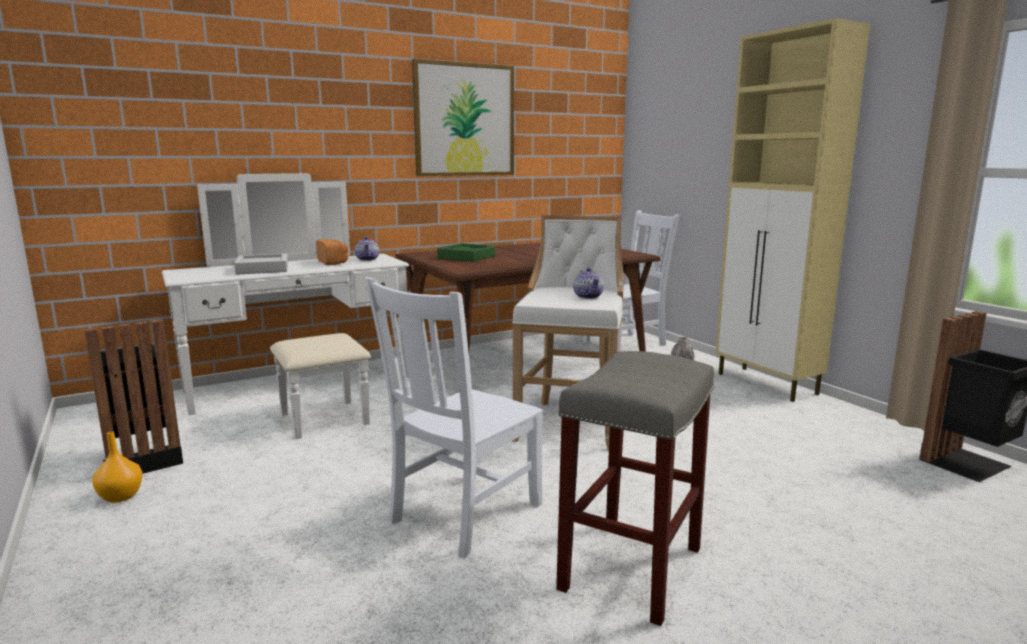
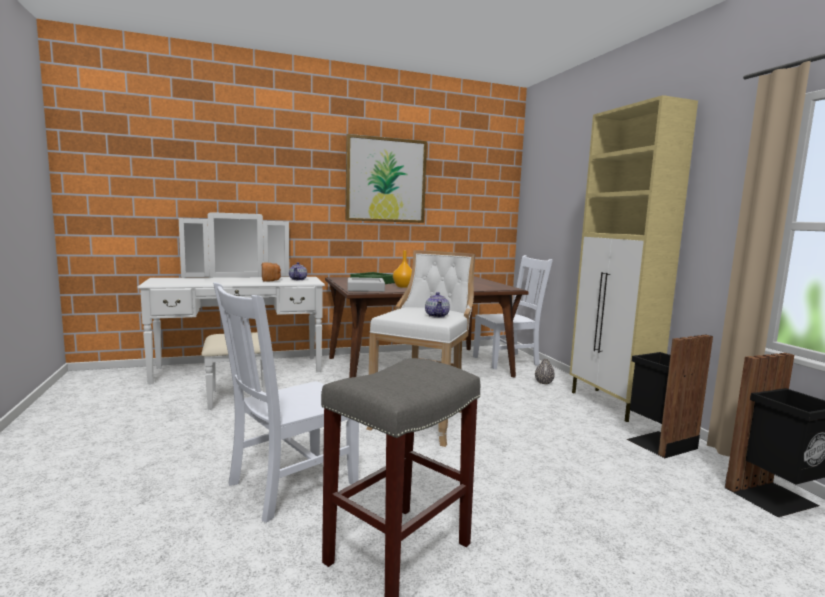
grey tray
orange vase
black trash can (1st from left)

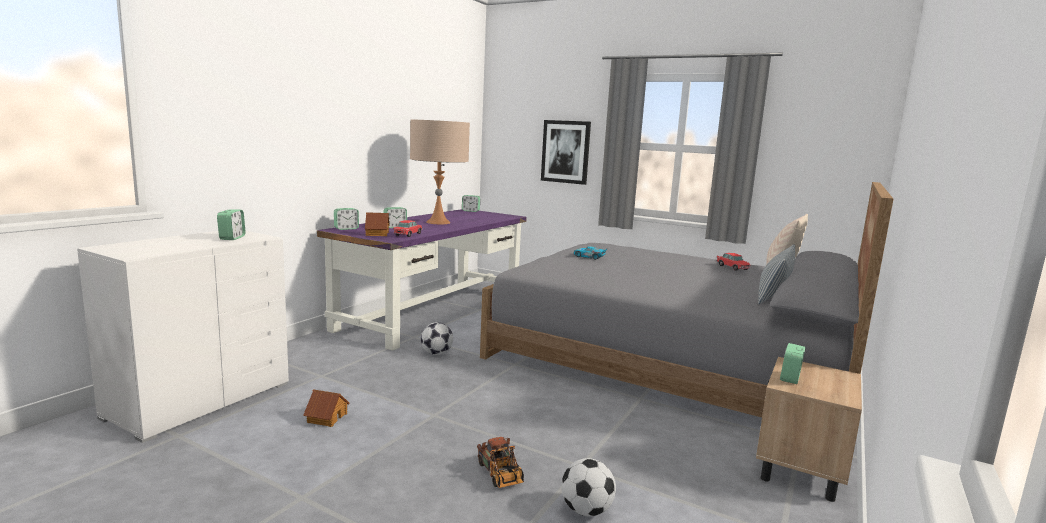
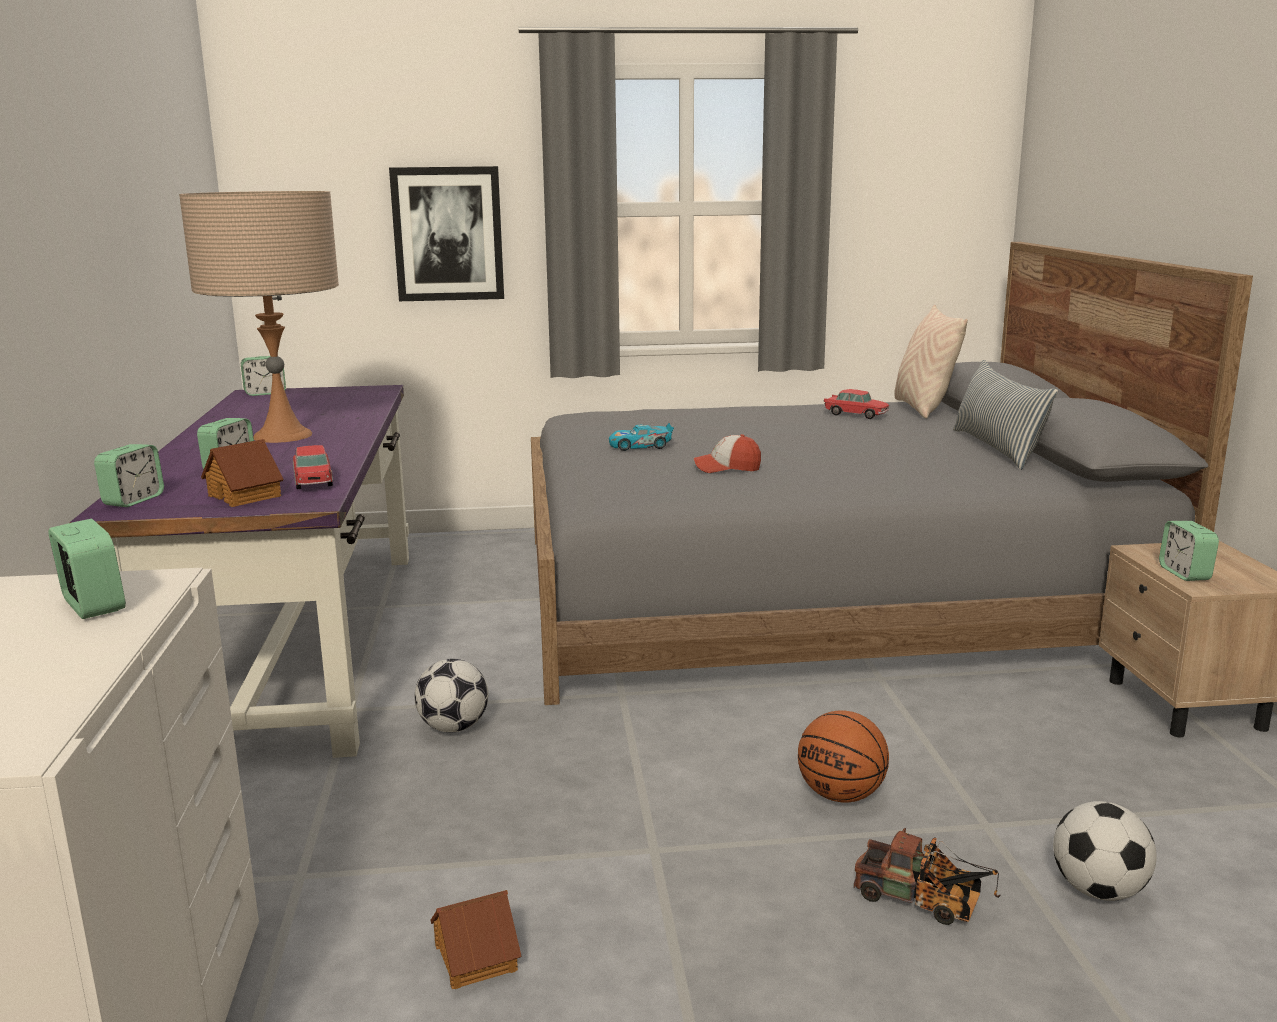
cap
basketball

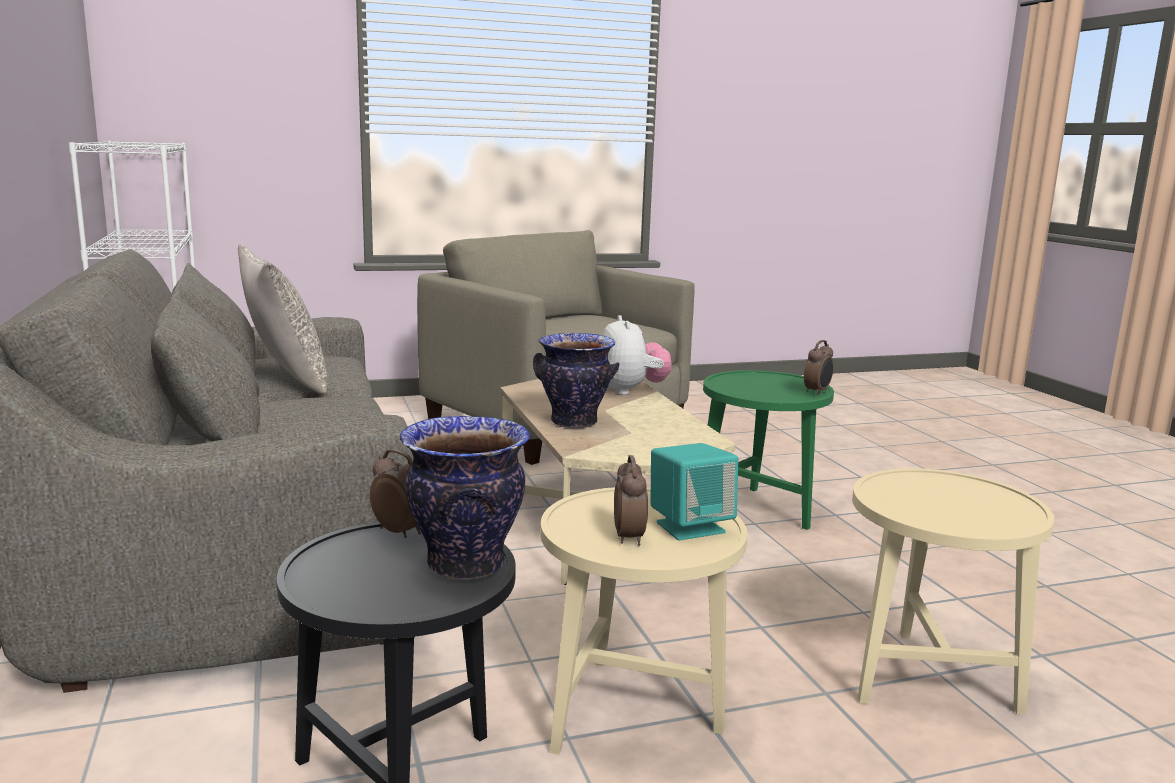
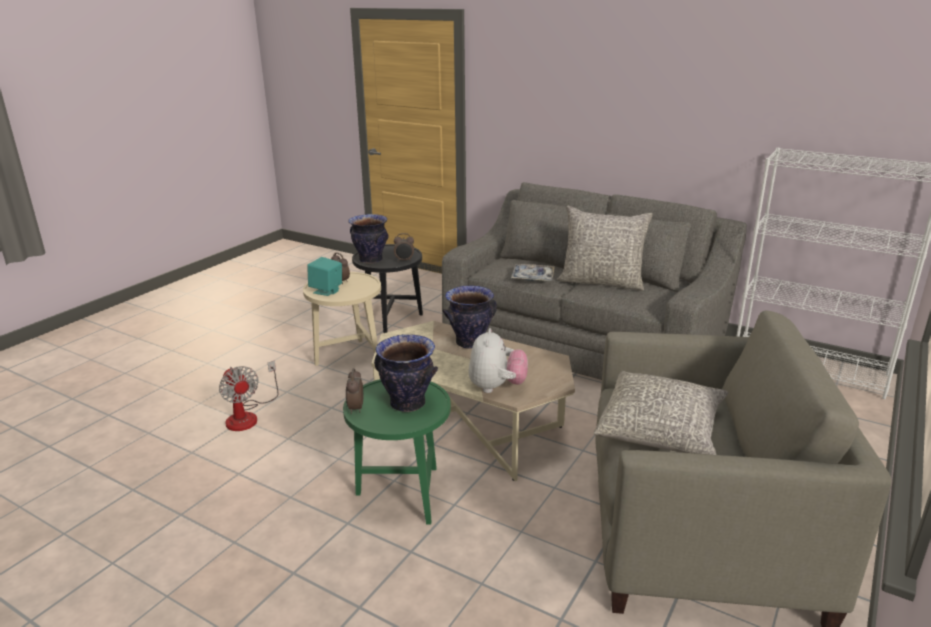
fan
vase (2nd from left)
plush toy
tray
grey pillow (2nd from left)

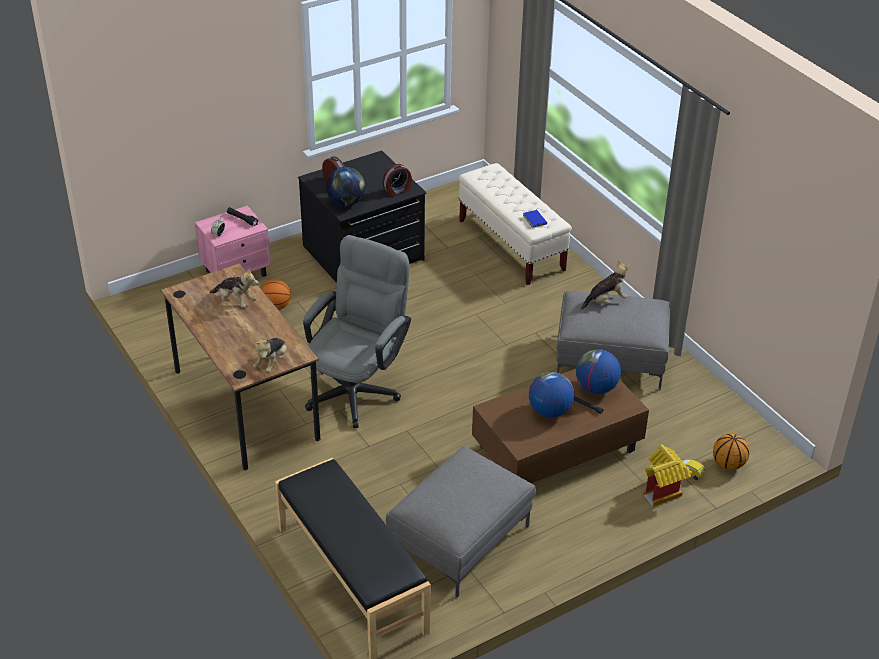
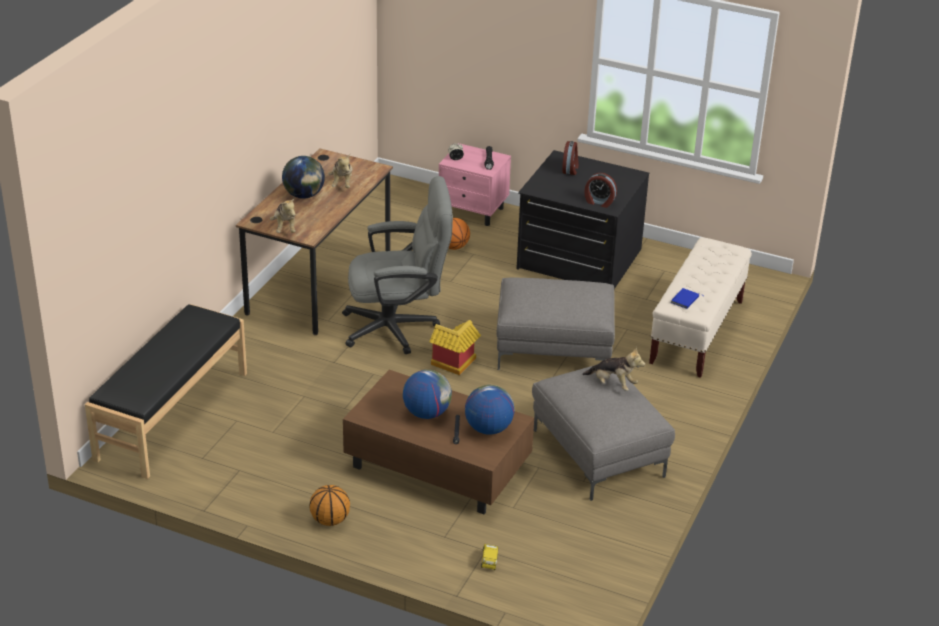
plush toy (1st from left)
globe (1st from left)
basketball (1st from left)
toy house
grey ottoman (1st from left)

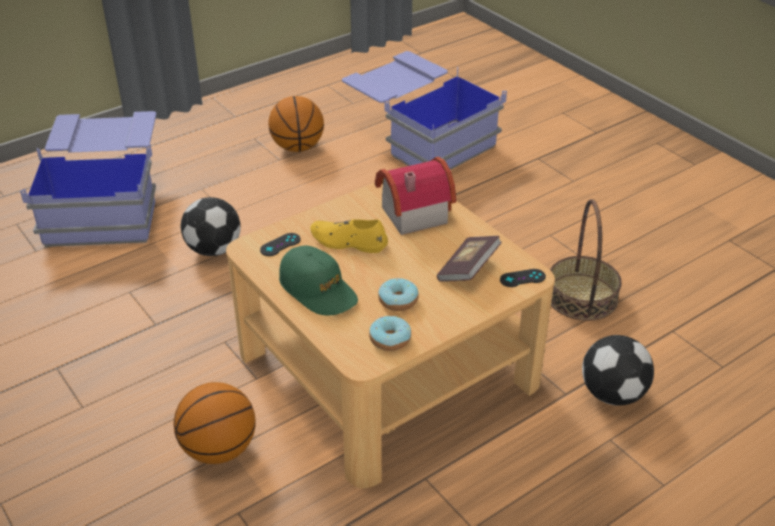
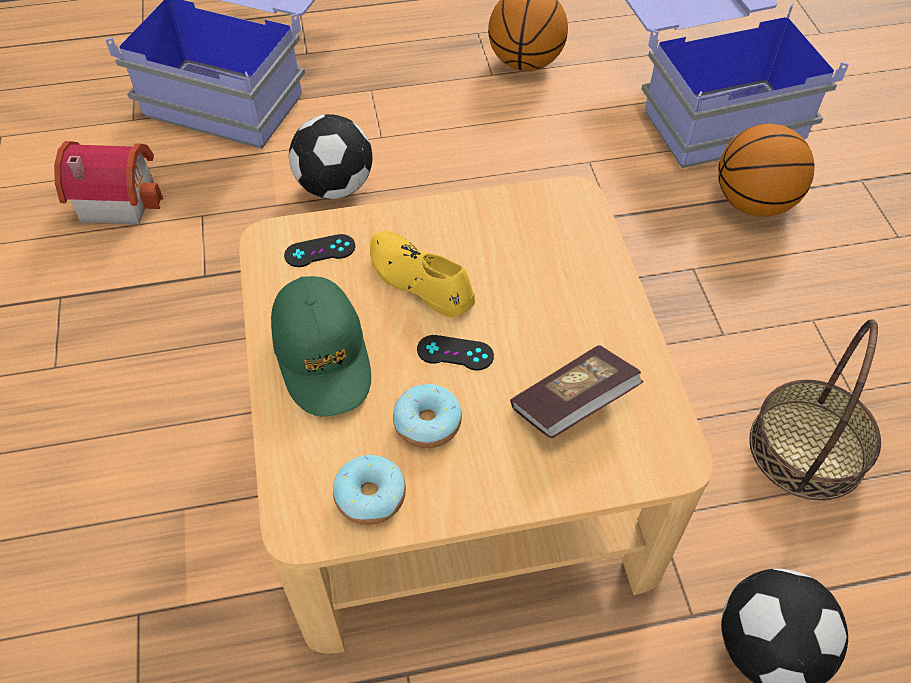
toy house
black game controller (2nd from left)
basketball (2nd from left)

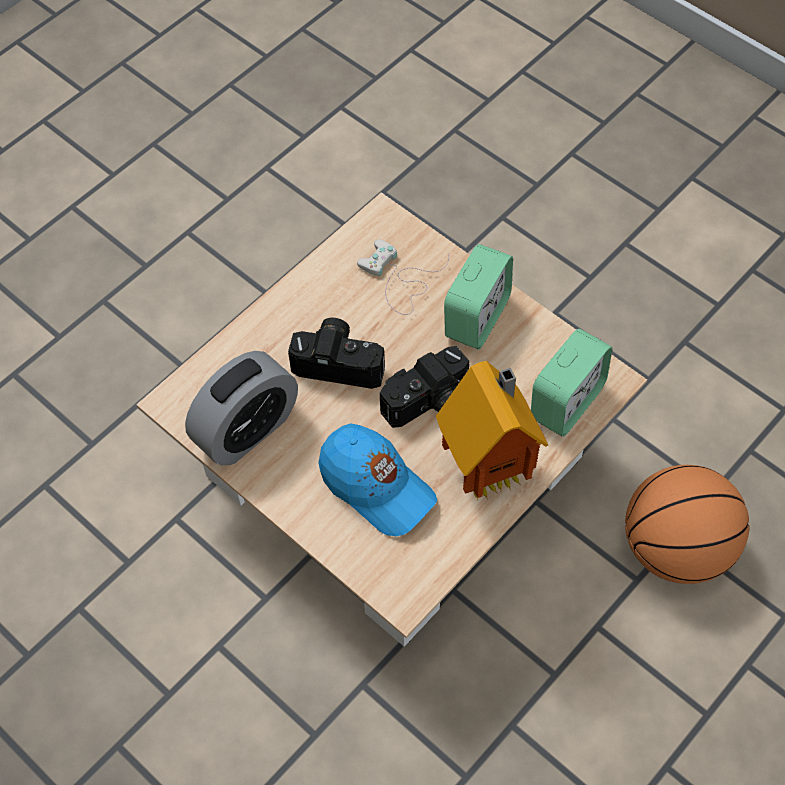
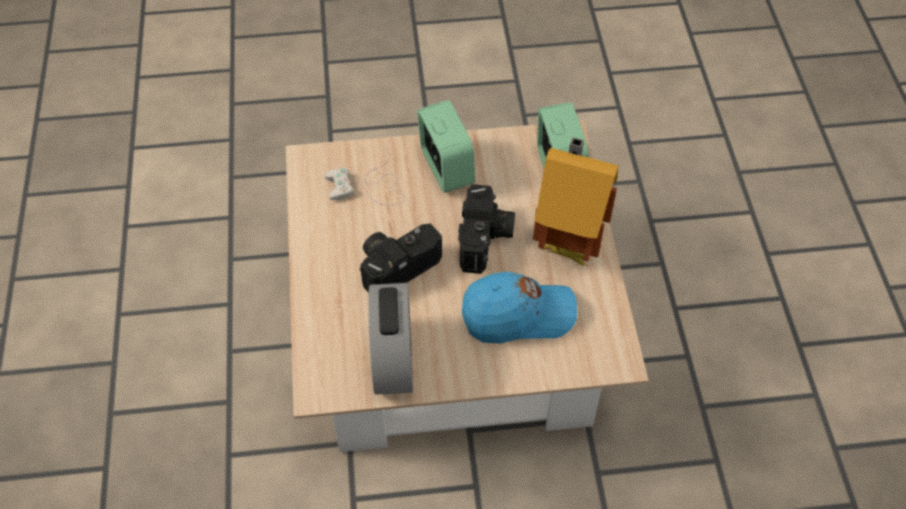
basketball

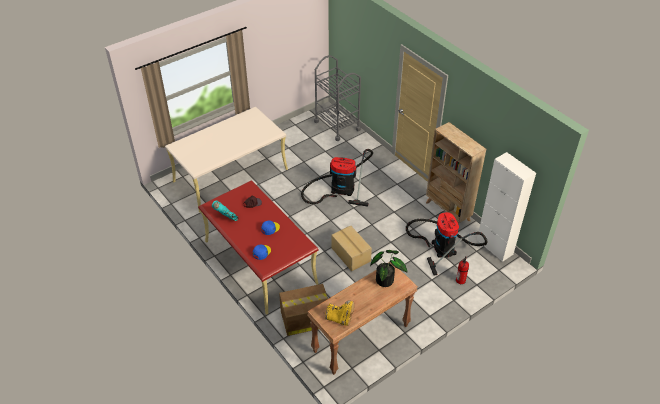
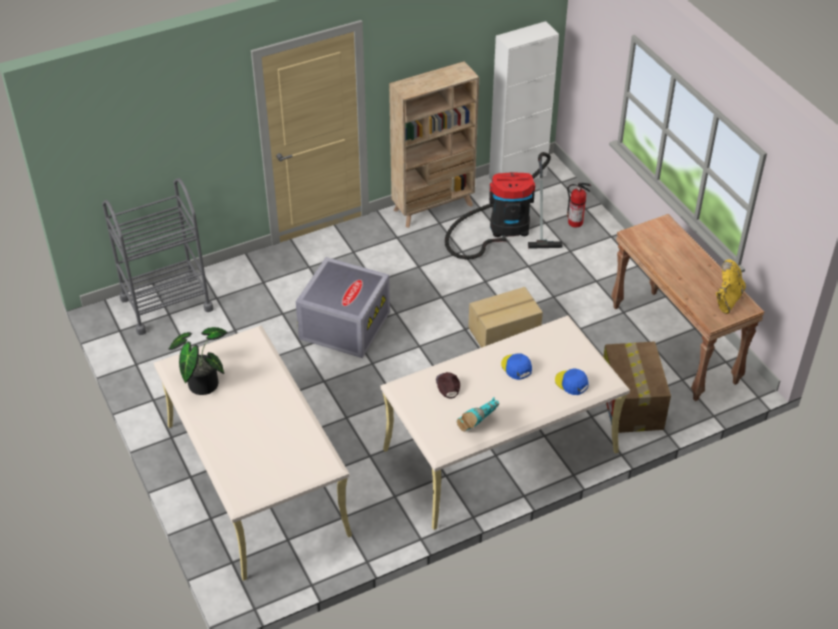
potted plant
grey storage box
beige desk (2nd from left)

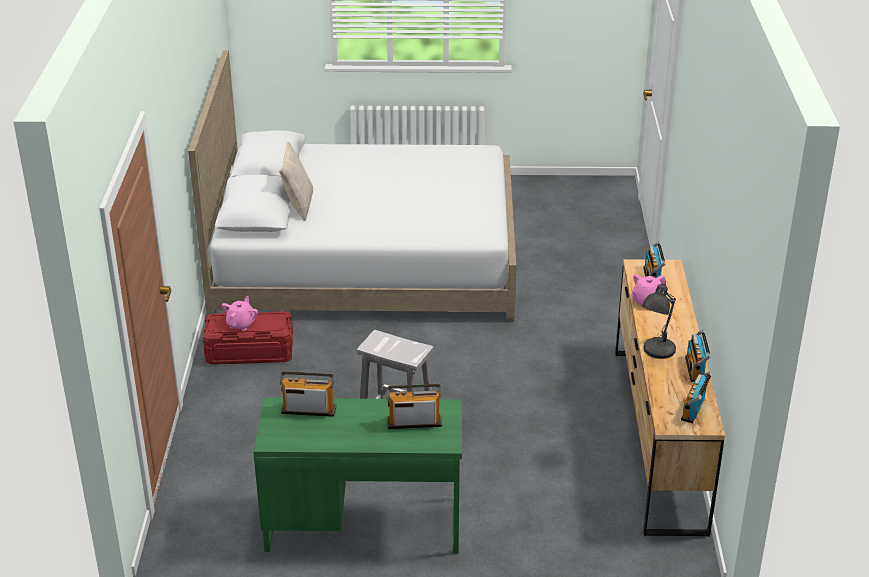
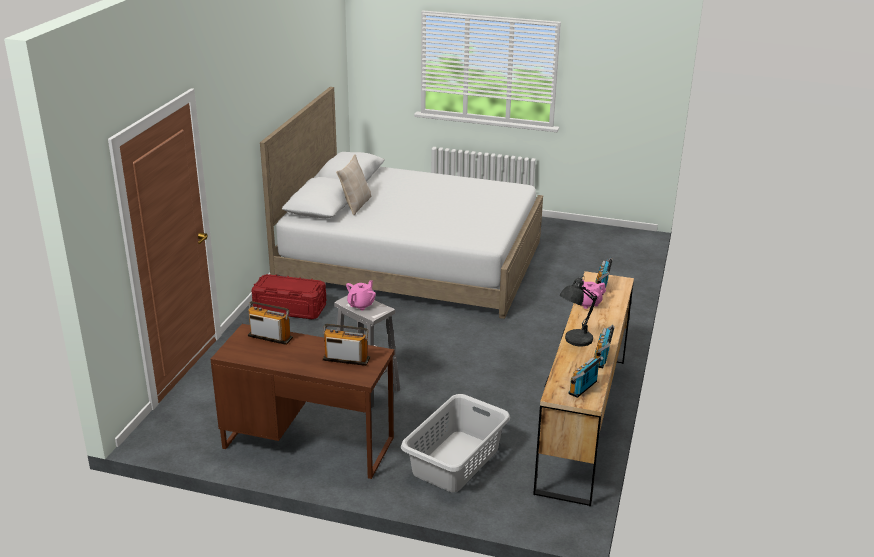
brown desk
pink teapot (1st from left)
grey laundry basket

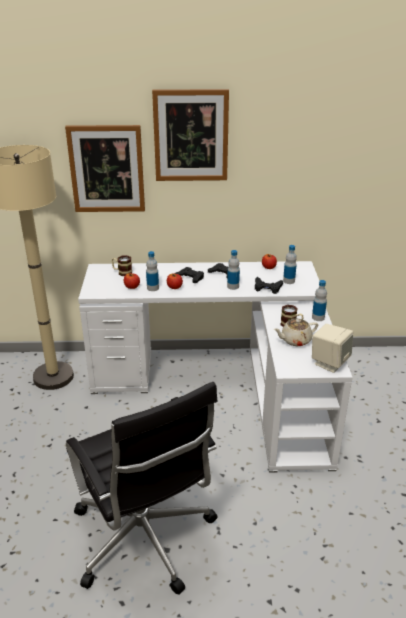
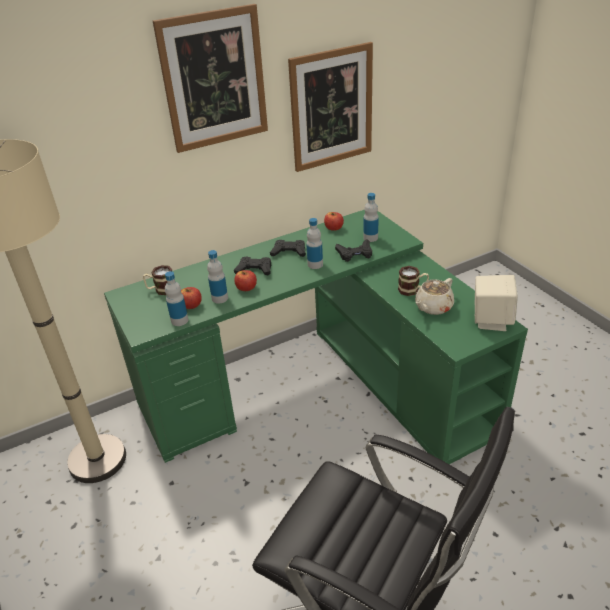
green desk
bottle (1st from left)
picture (2nd from left)

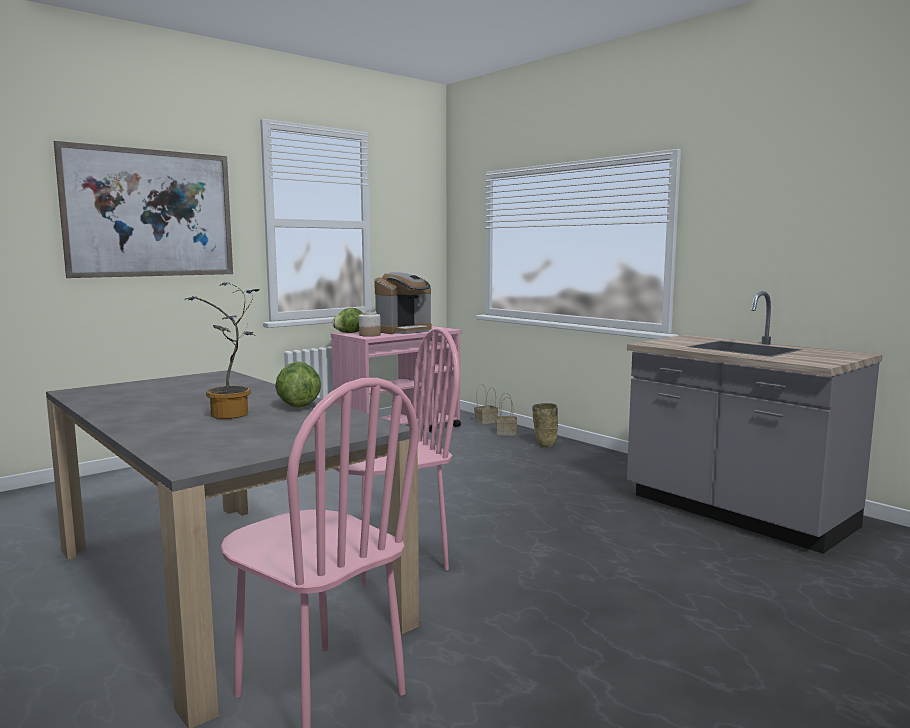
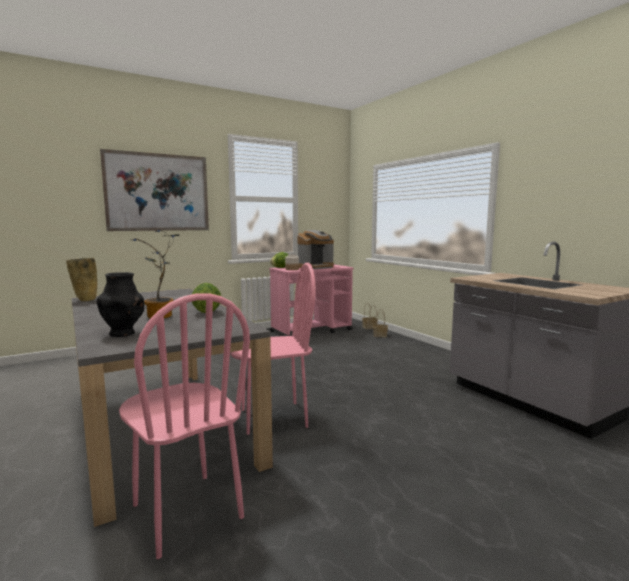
beige vase
black vase

